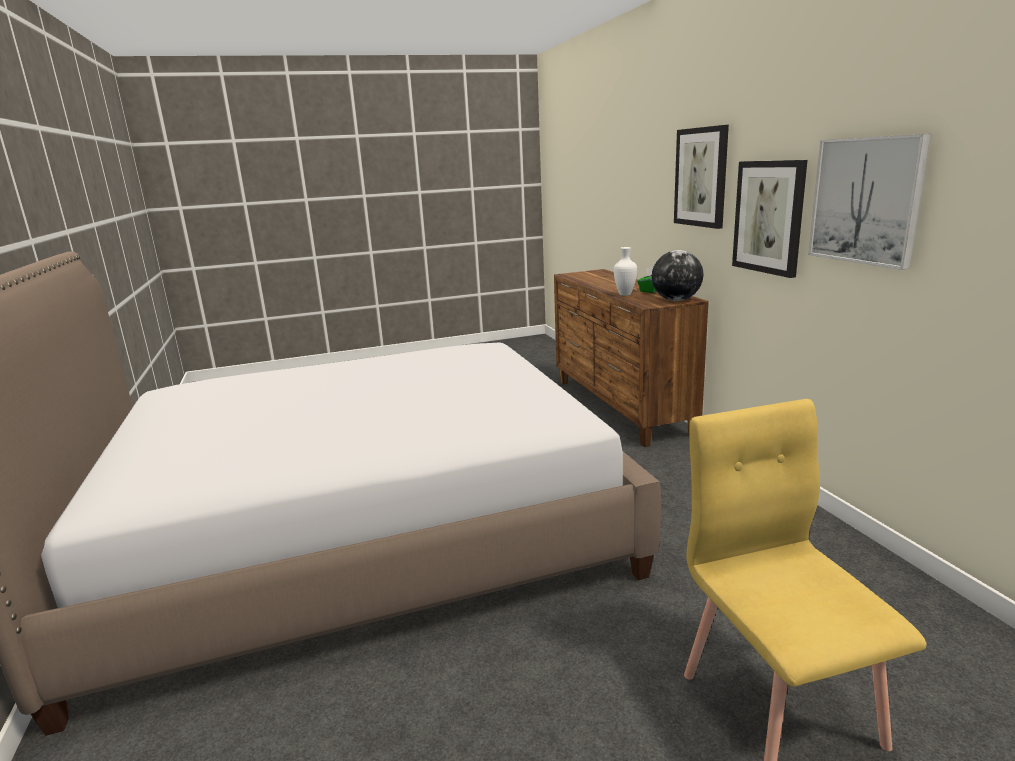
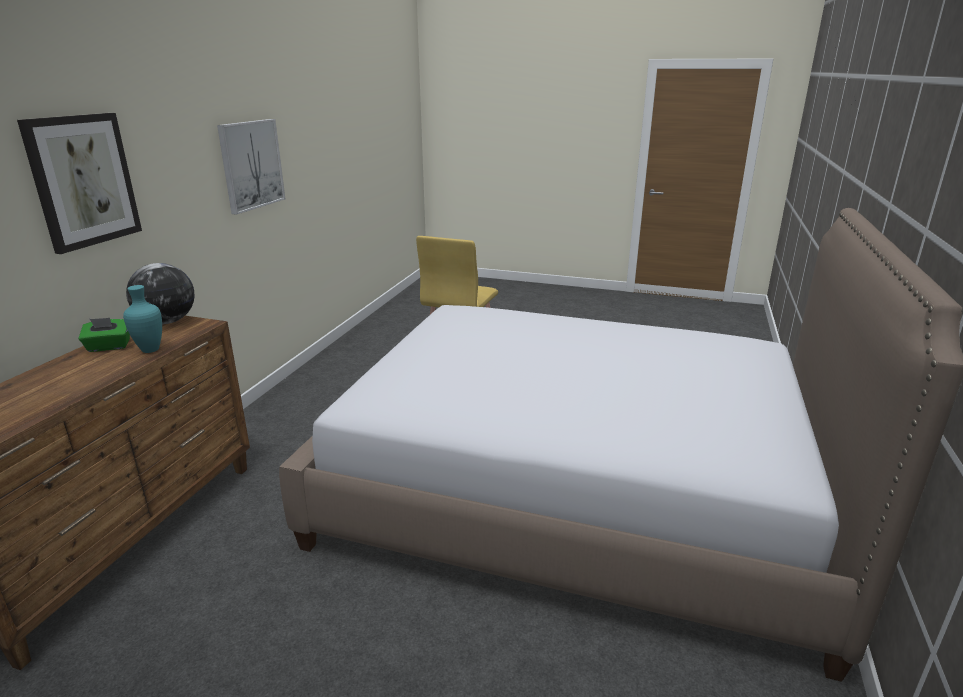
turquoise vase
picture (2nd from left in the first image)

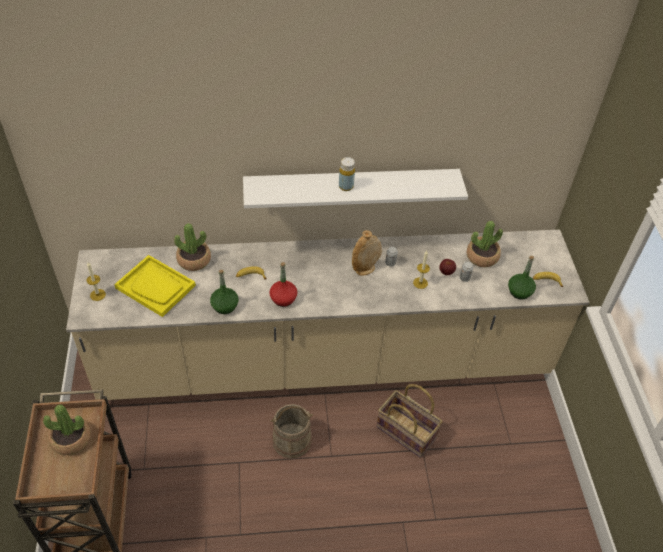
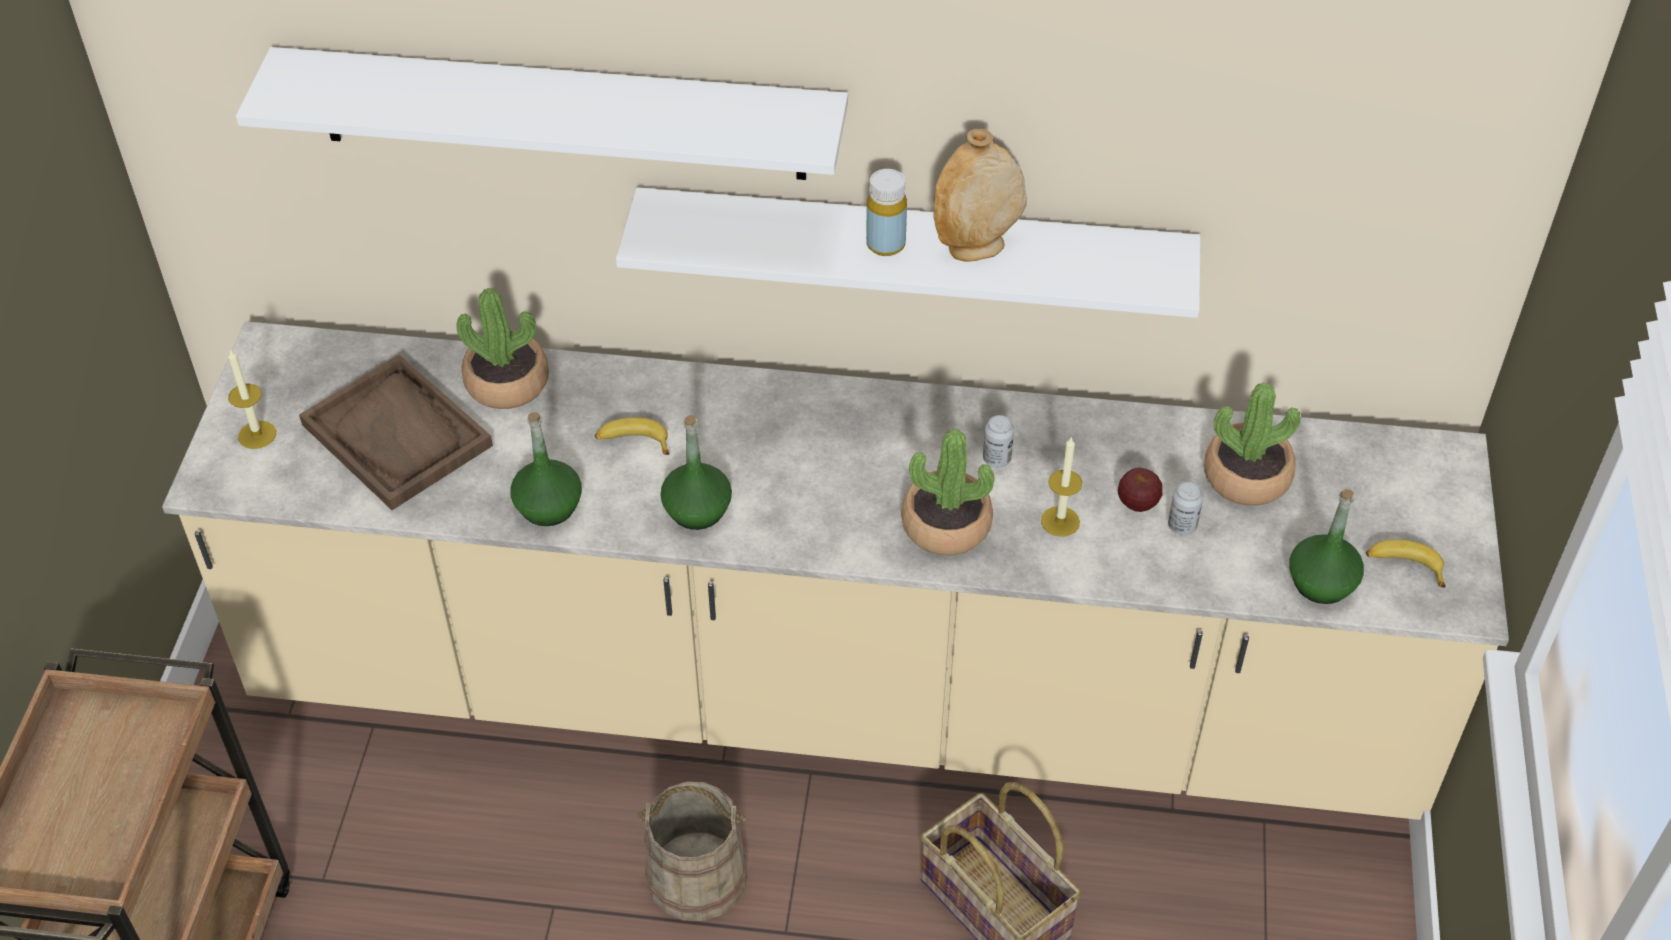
white shelf (1st from left)
brown tray
green bottle (2nd from left)
potted plant (2nd from left)
beige vase

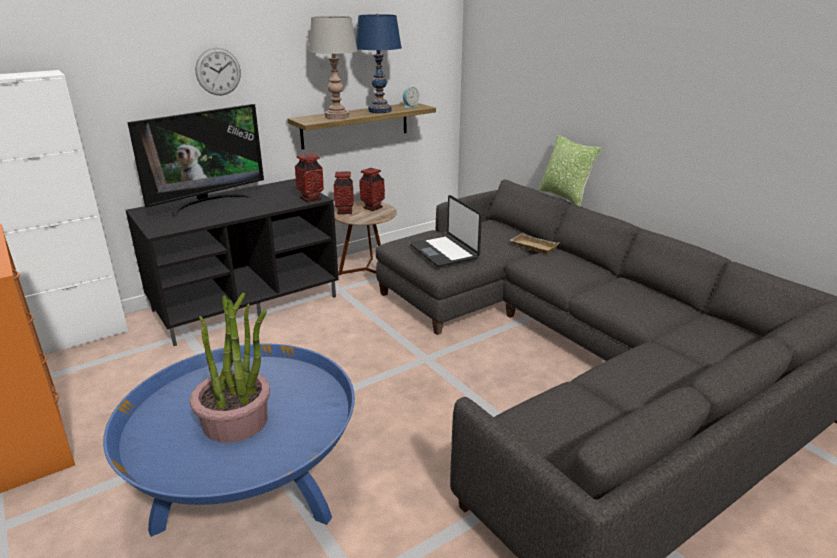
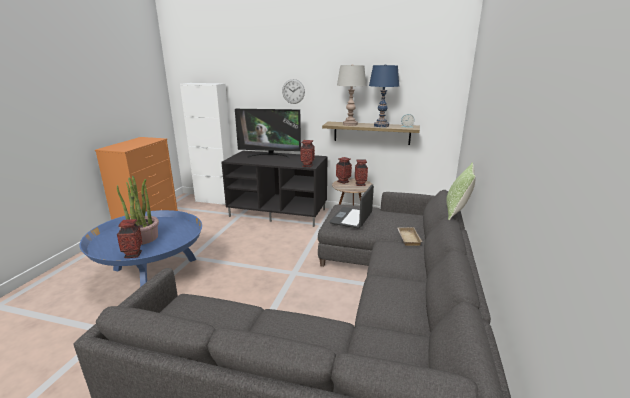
vase (1st from left)

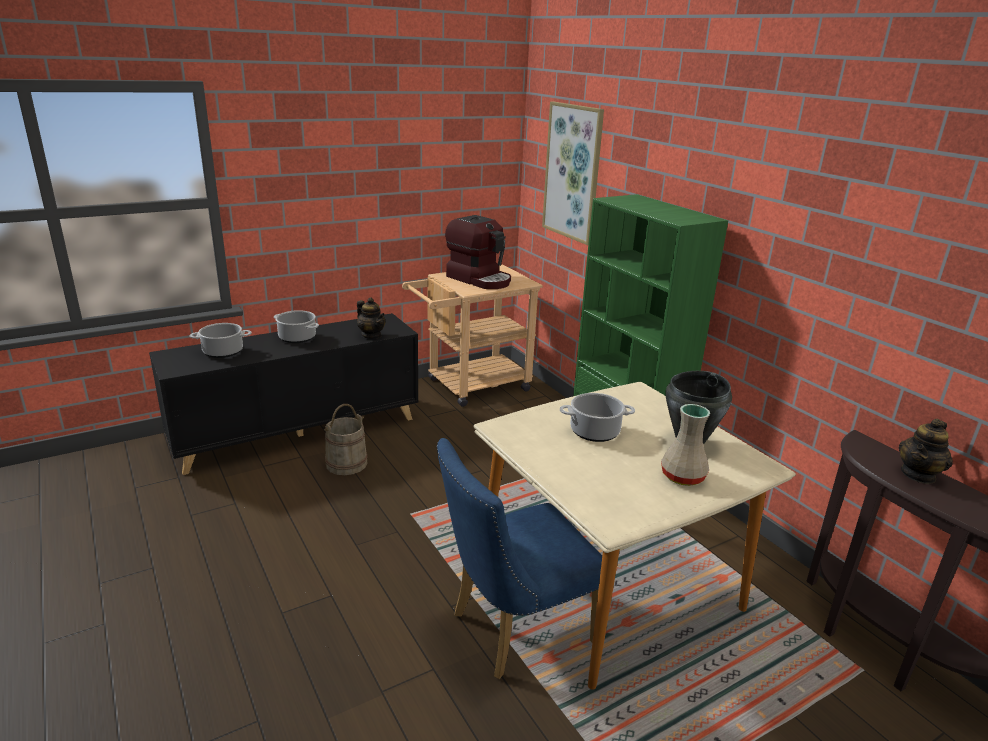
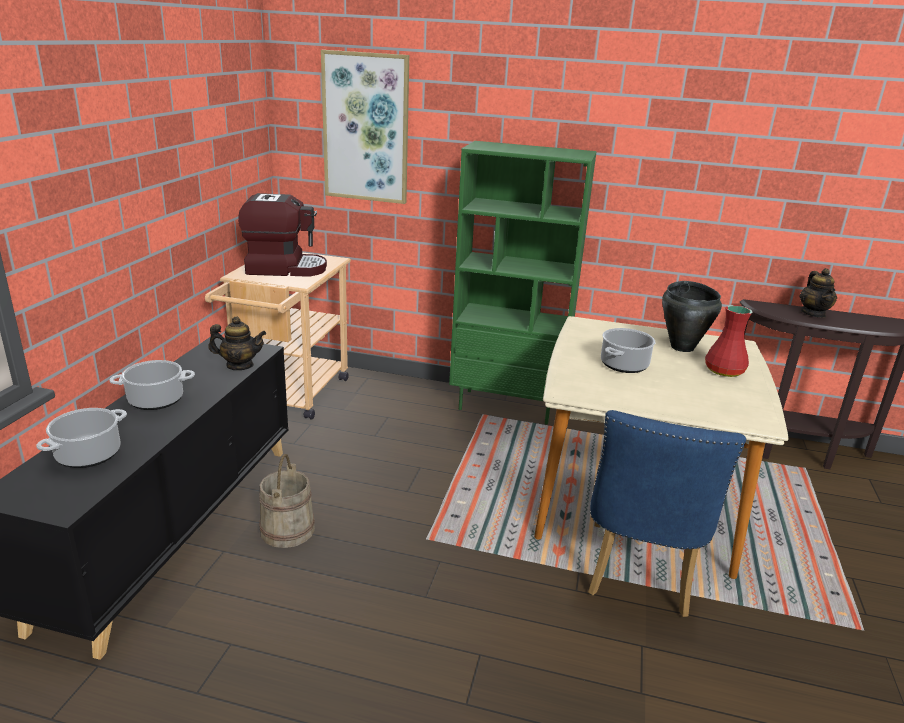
red vase

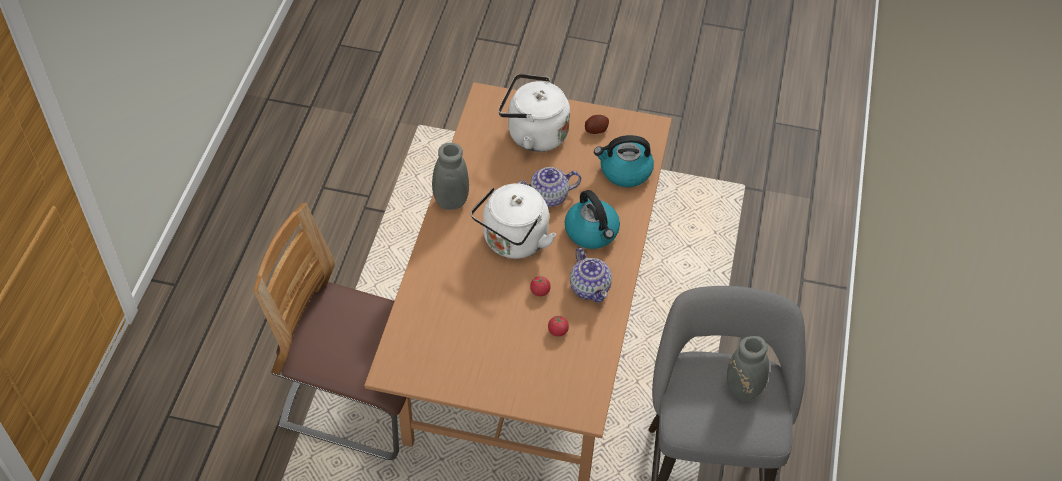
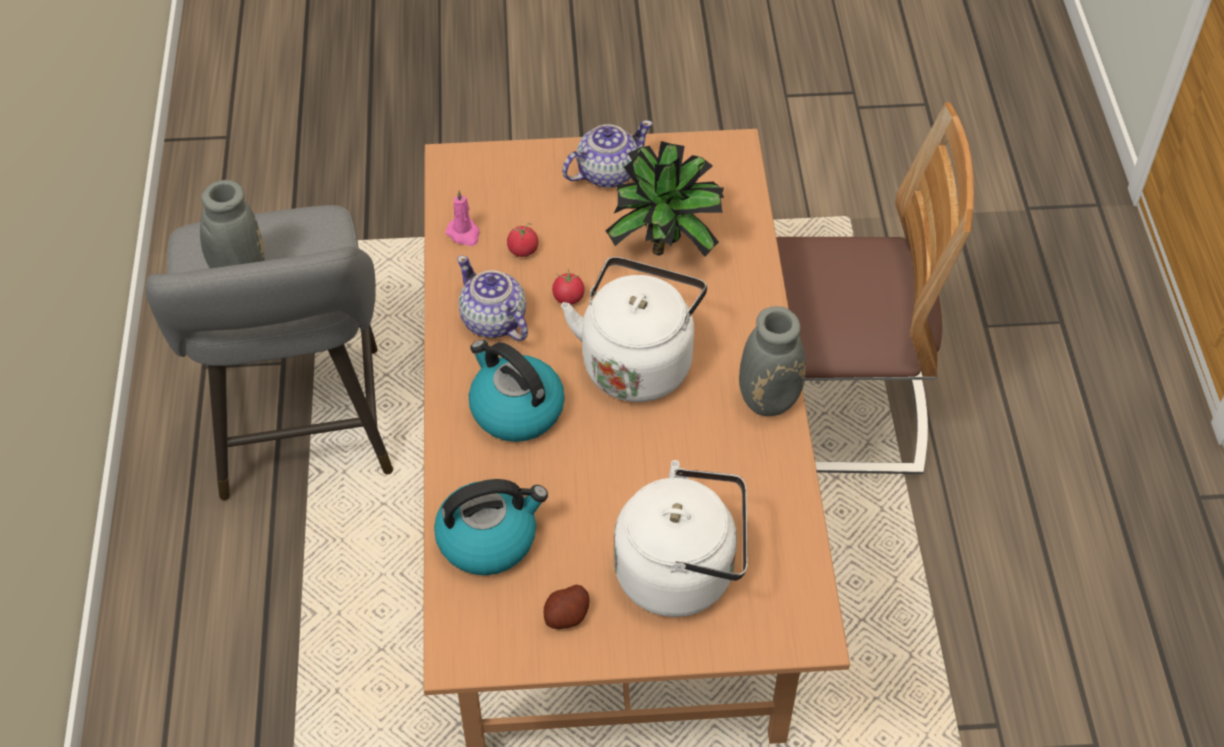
pink candle
teapot (2nd from left)
potted plant

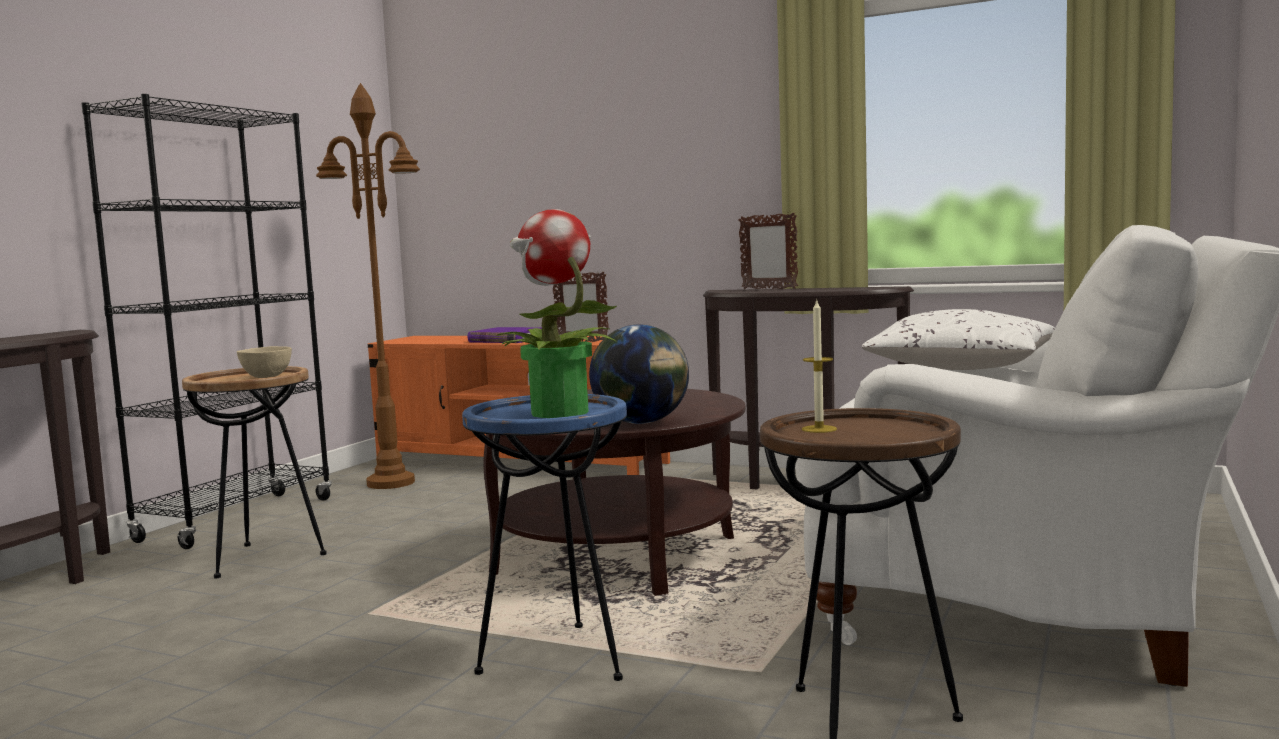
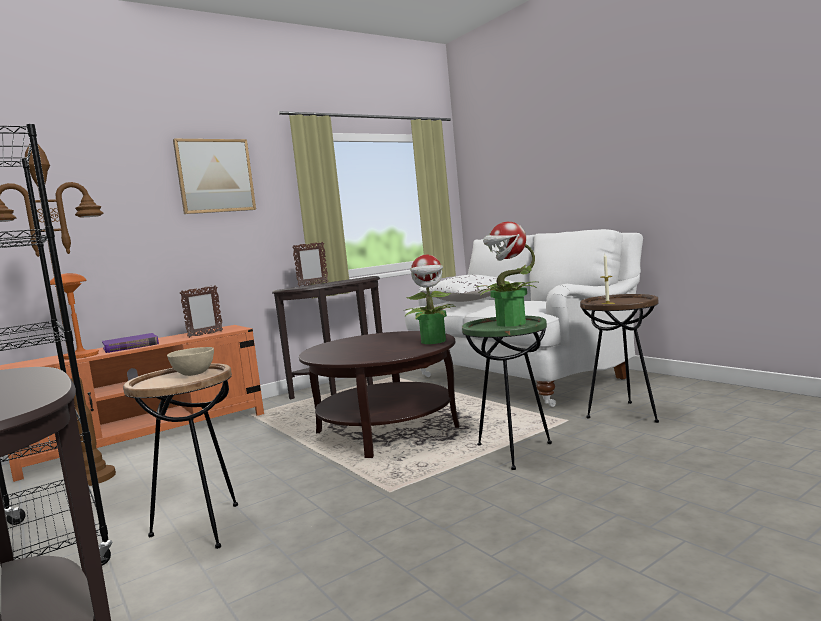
orange table lamp
picture
potted plant (1st from left)
green side table

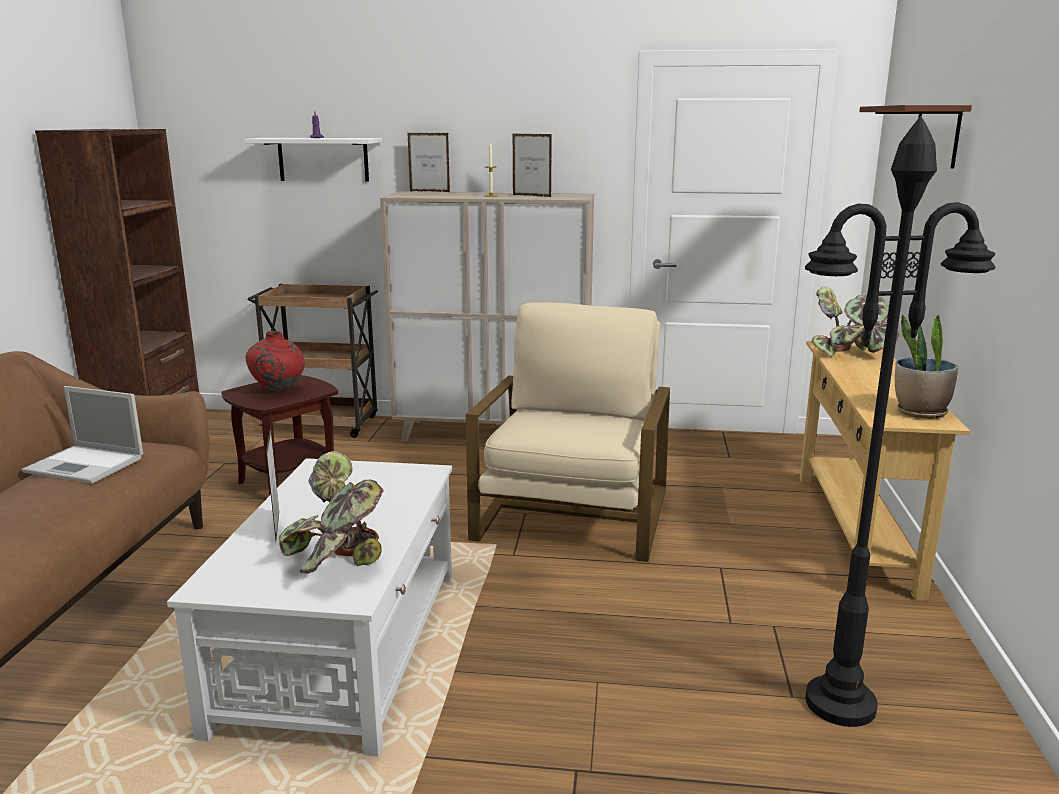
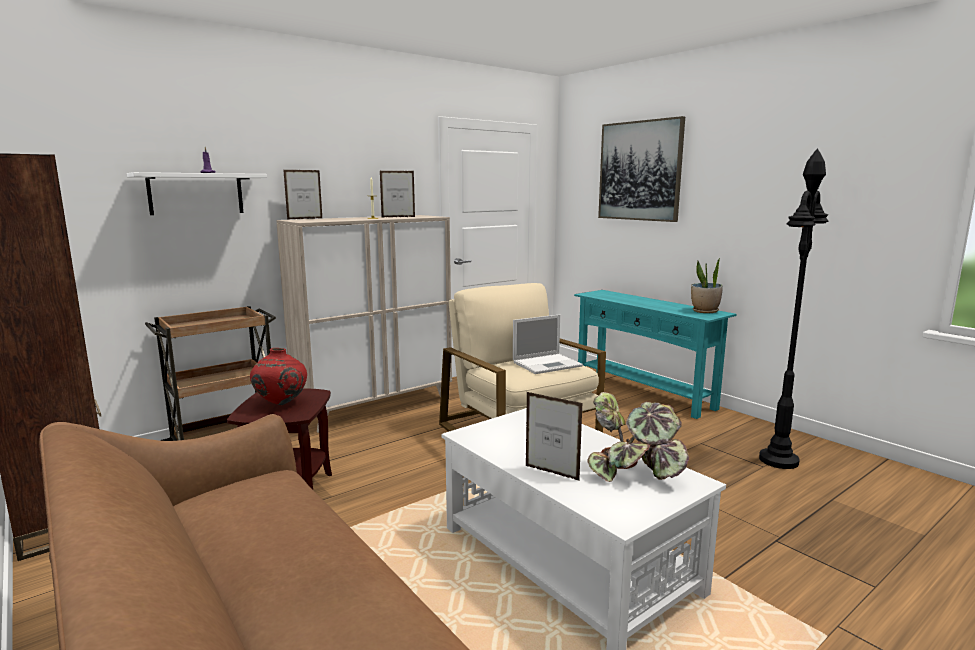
laptop
turquoise console table
picture
potted plant (2nd from left in the first image)

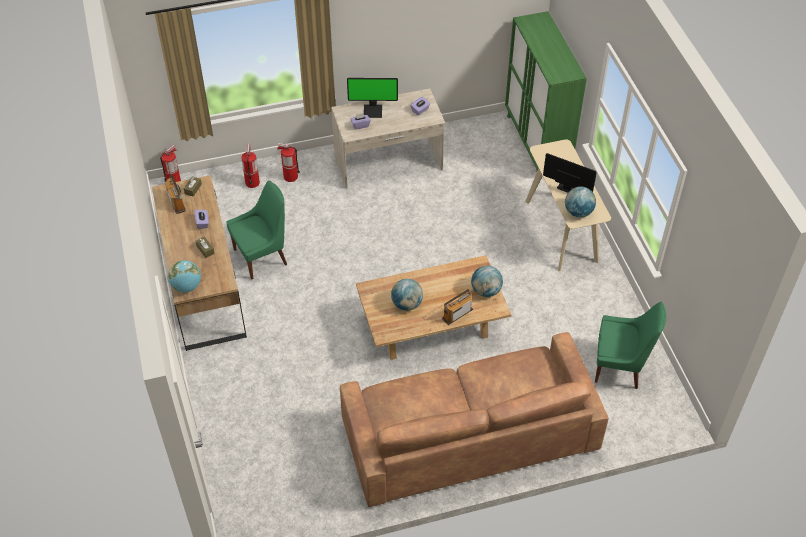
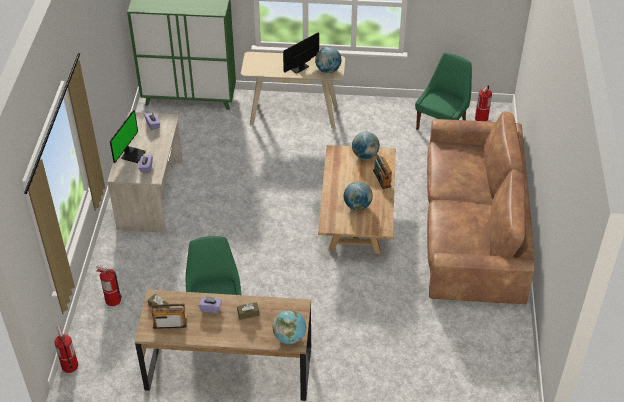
fire extinguisher (3rd from left)

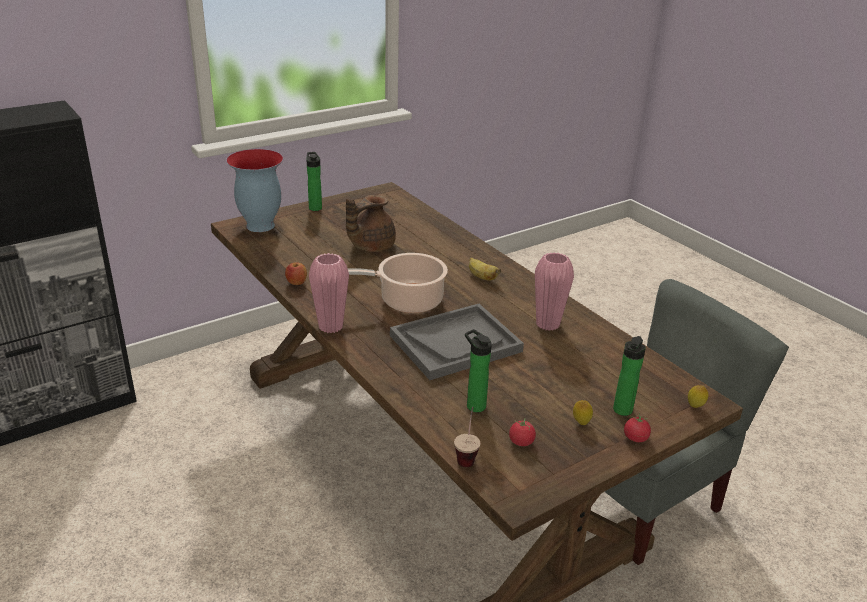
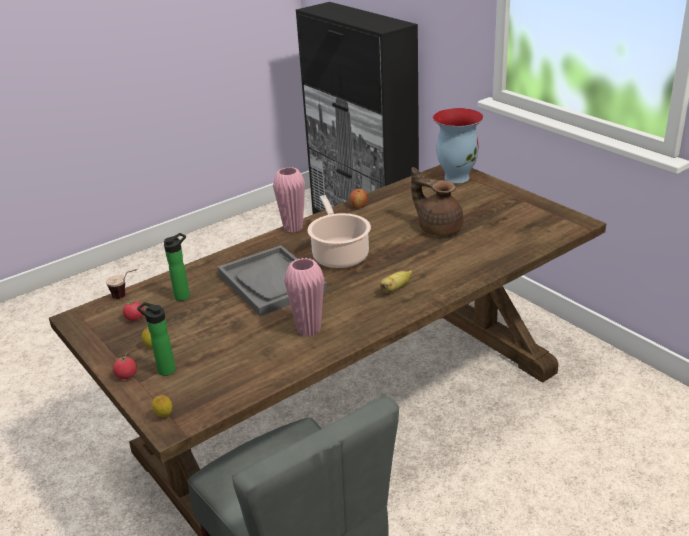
bottle (1st from left in the first image)

